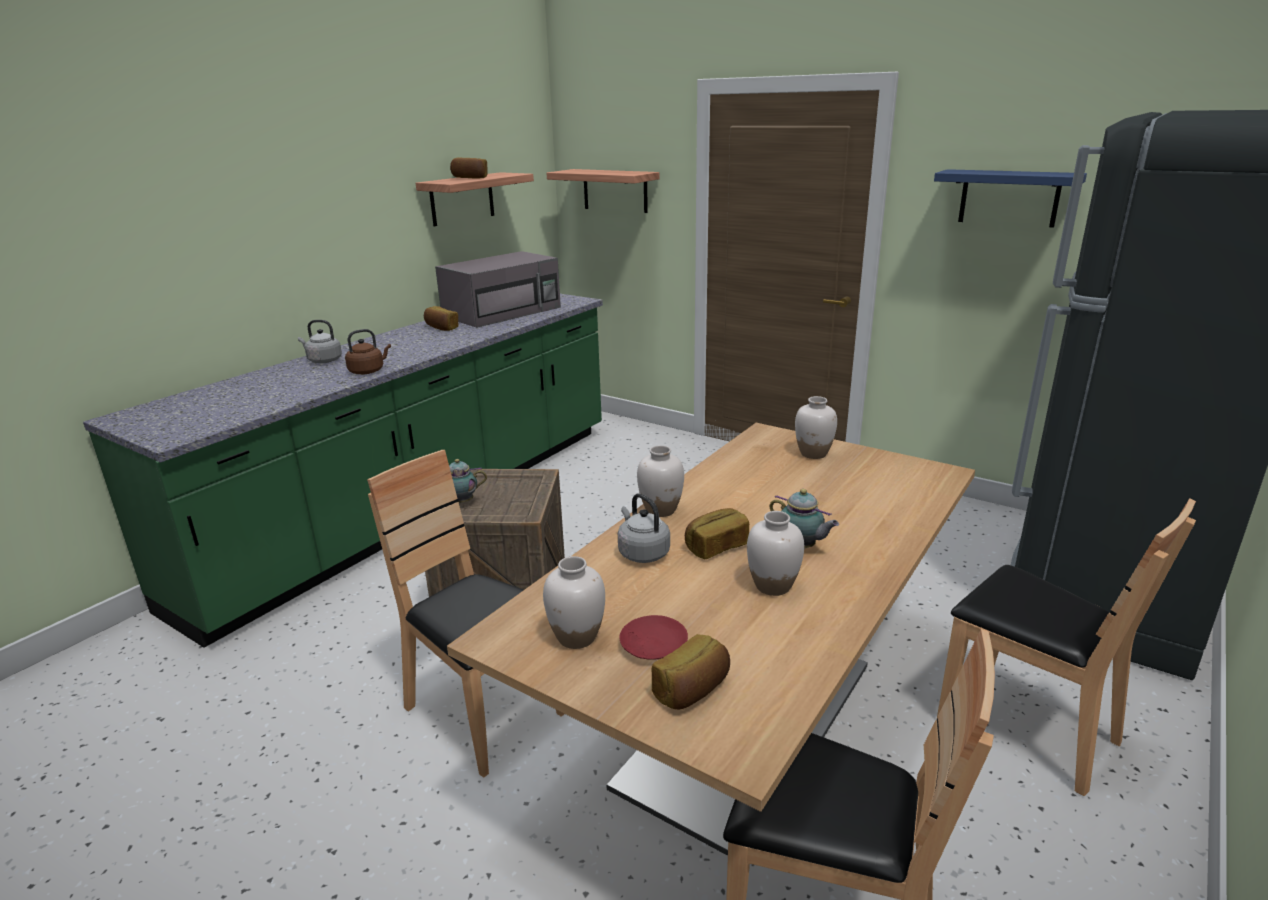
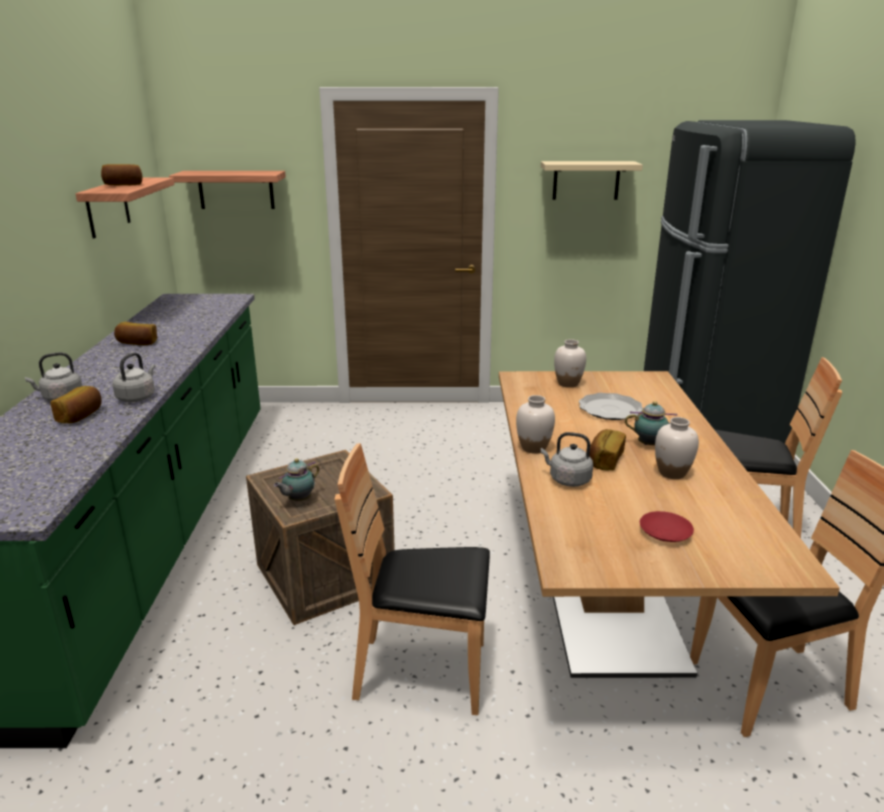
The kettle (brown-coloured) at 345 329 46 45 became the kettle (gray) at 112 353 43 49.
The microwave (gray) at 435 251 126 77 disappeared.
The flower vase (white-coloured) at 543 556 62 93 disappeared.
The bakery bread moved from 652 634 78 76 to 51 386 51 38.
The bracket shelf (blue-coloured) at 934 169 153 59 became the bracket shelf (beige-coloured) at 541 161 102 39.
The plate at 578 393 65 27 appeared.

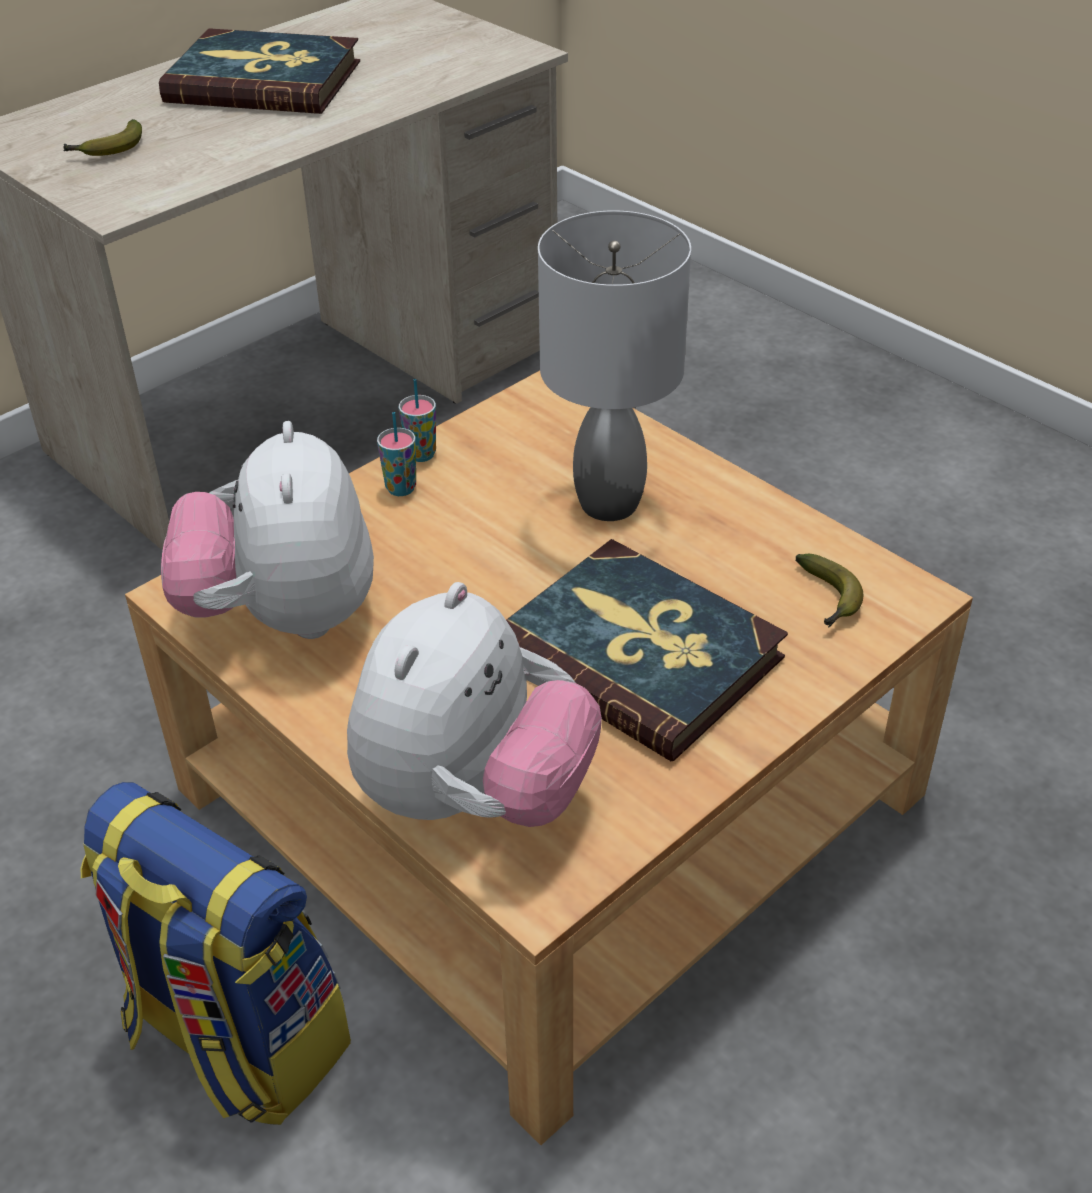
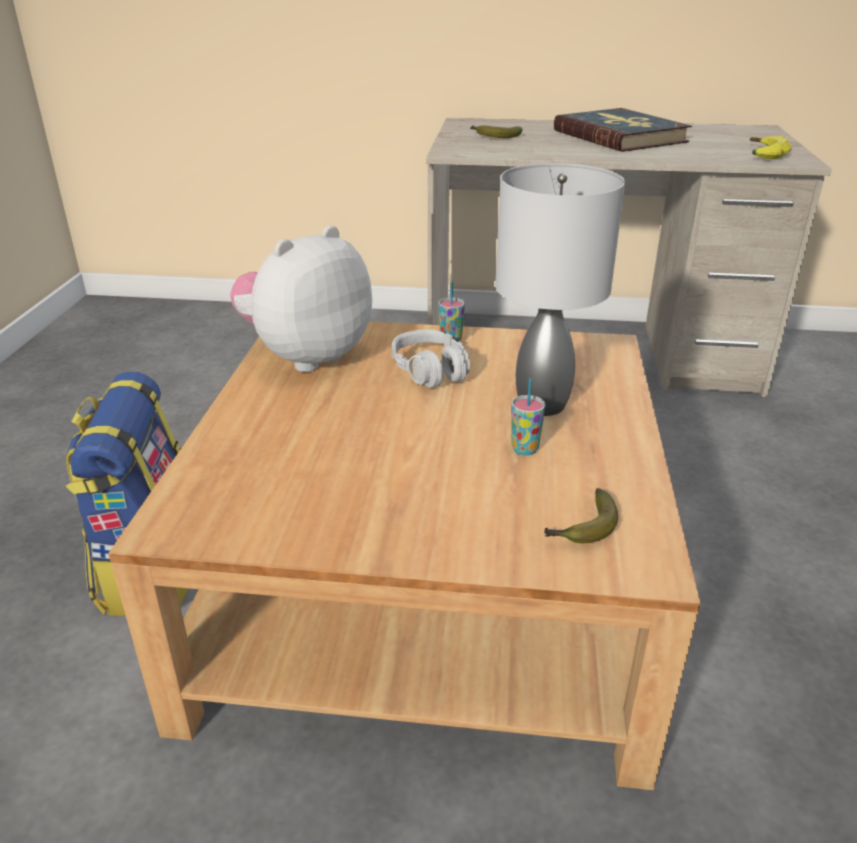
The cuddly toy at 347 582 255 245 disappeared.
The drinking cup moved from 399 379 37 83 to 511 379 35 77.
The book at 506 539 282 222 disappeared.
The pair of headphones (gray) at 392 329 78 59 appeared.
The banana fruit at 750 136 42 23 appeared.

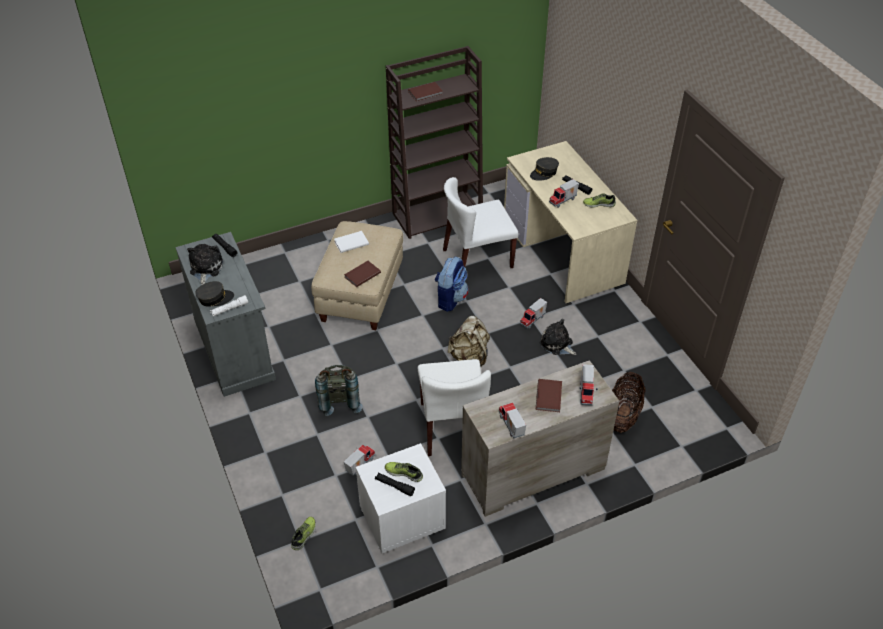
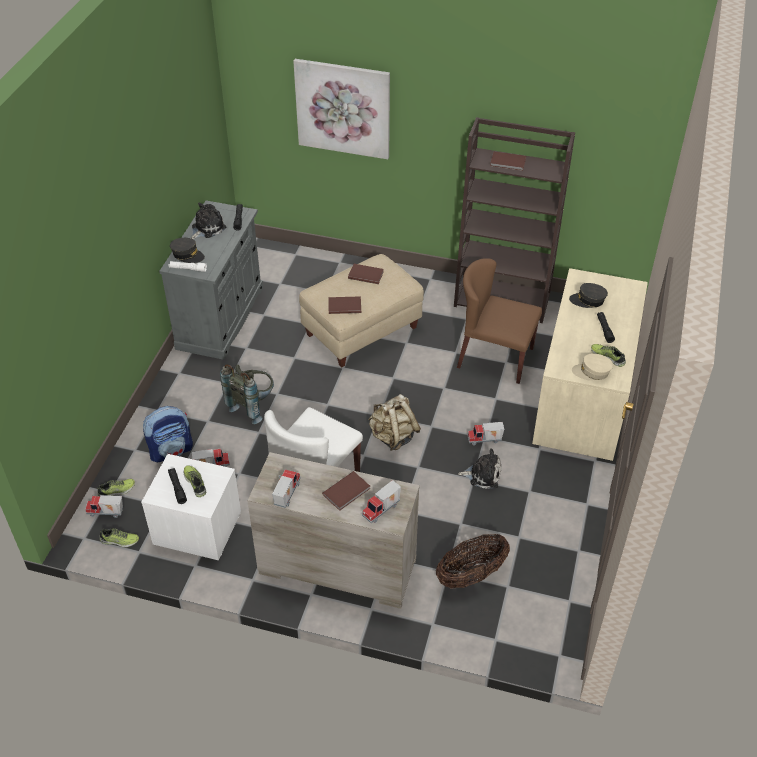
The book (white-coloured) at 334 231 35 22 became the book (brown-coloured) at 348 264 36 20.
The rucksack moved from 435 256 34 56 to 143 406 50 56.
The plain chair (white-coloured) at 443 177 76 91 became the plain chair (brown-coloured) at 457 258 85 126.
The cuddly toy at 540 319 36 36 turned 105 degrees clockwise.
The toy lorry moved from 549 179 30 29 to 85 495 38 23.
The item of footwear at 99 528 40 19 appeared.
The picture at 293 59 97 100 appeared.
The peaked cap (beige-coloured) at 572 353 41 28 appeared.

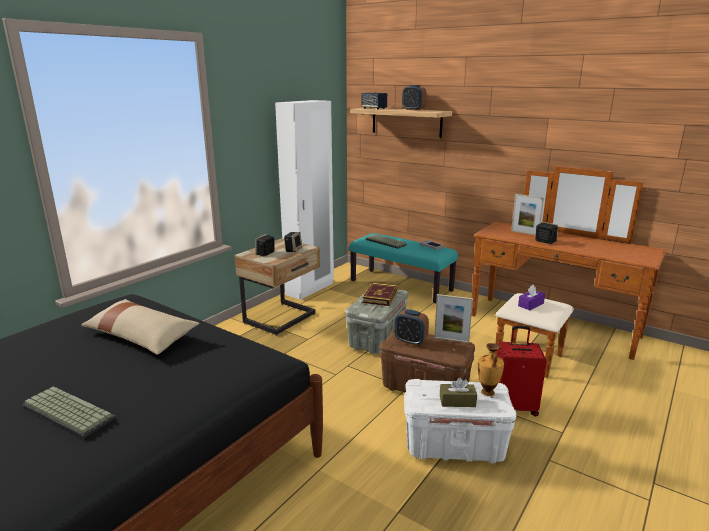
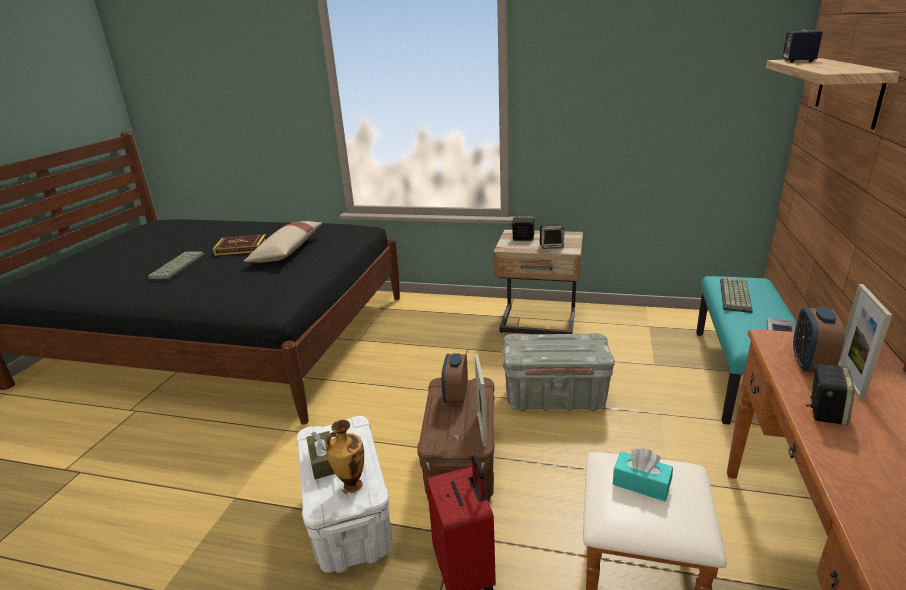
The clothes cupboard (white-coloured) at 275 100 59 200 disappeared.
The book moved from 363 283 35 23 to 213 234 53 22.
The alarm clock moved from 402 85 25 25 to 793 307 52 66.
The box of tissues (purple-coloured) at 518 285 27 25 became the box of tissues (turquoise-coloured) at 613 448 60 53.

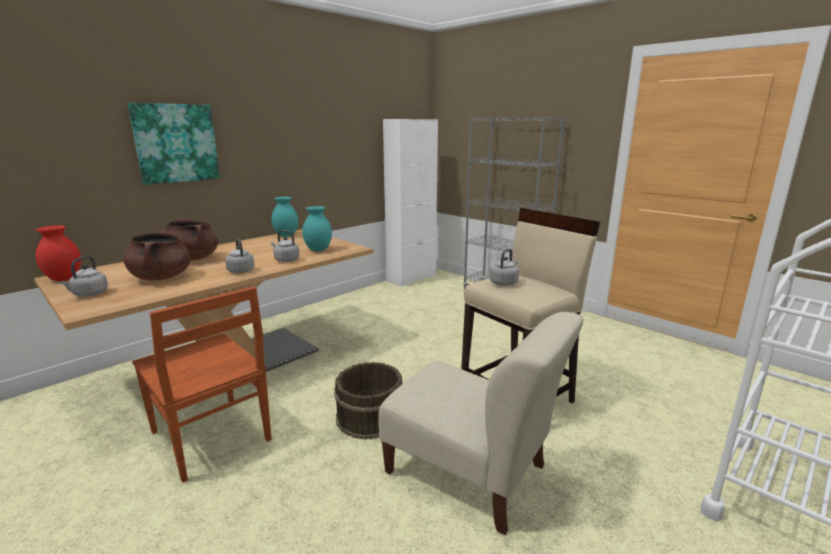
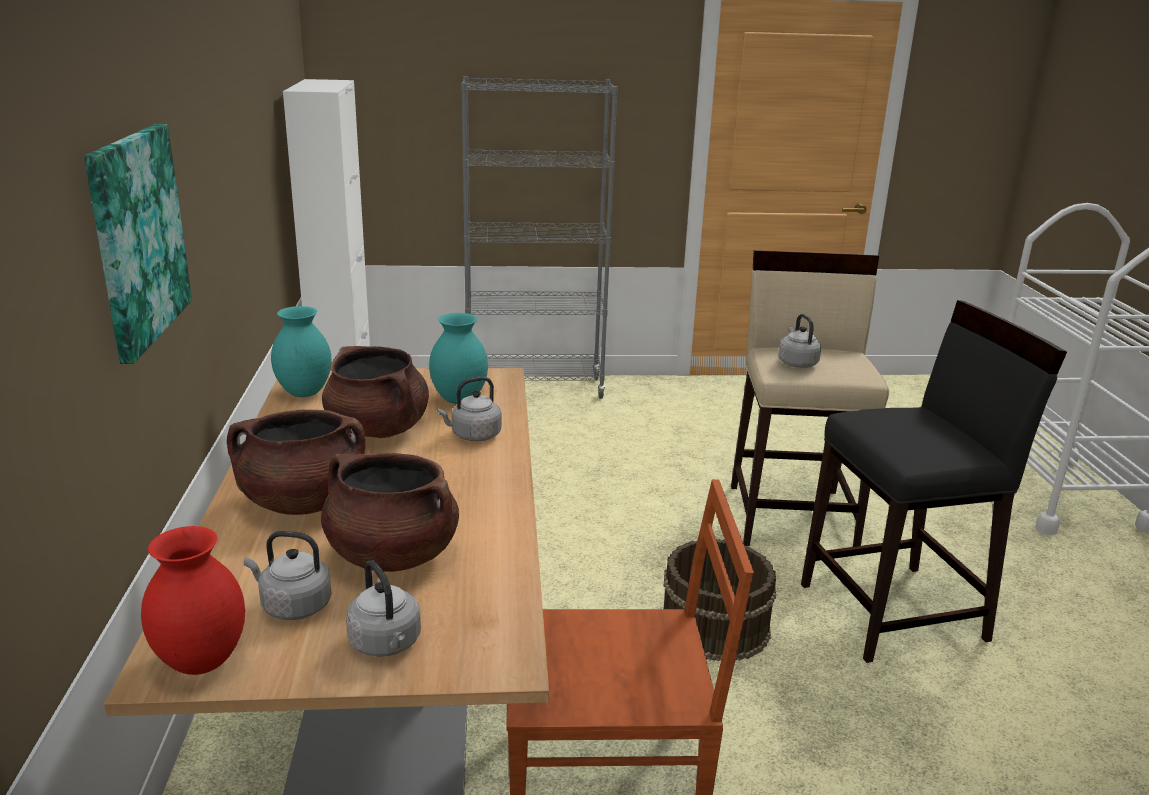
The kettle (gray) moved from 225 238 29 35 to 244 531 88 89.
The plain chair (beige-coloured) at 378 312 206 223 was replaced by the sitting stool (black) at 801 300 266 363.
The saucepot (brown-coloured) at 322 346 107 92 appeared.

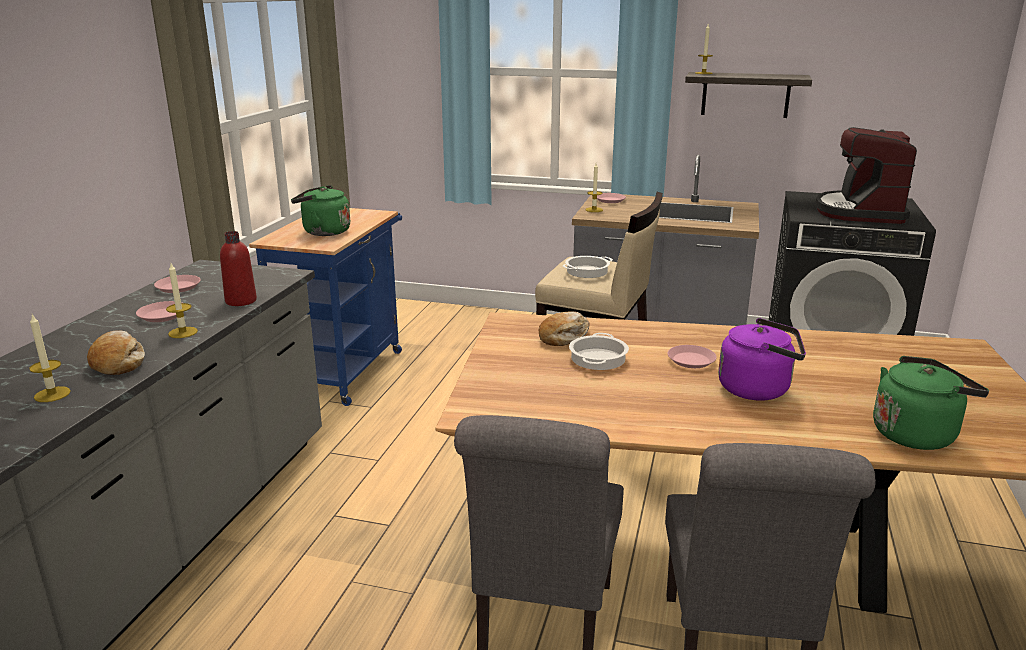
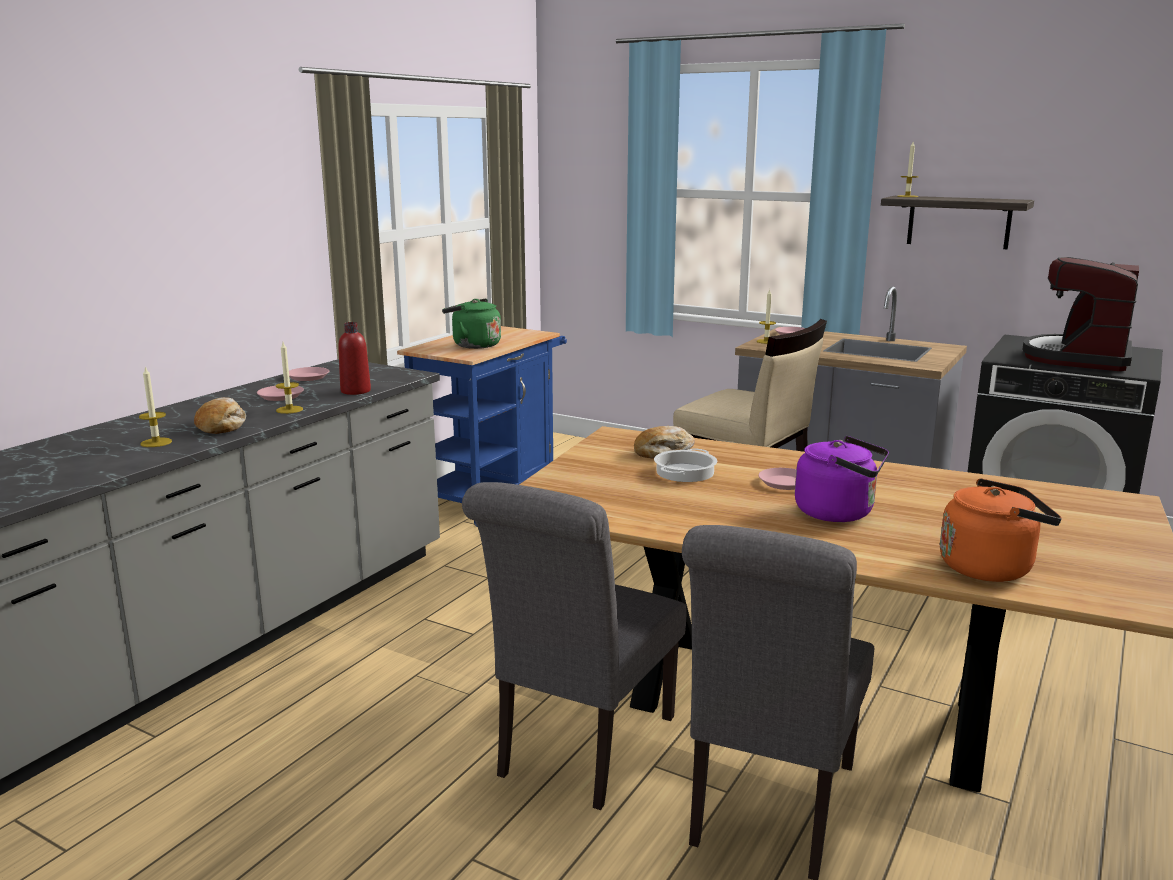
The saucepot at 563 256 50 22 disappeared.
The kettle (green-coloured) at 873 356 116 94 became the kettle (orange-coloured) at 940 478 122 104.

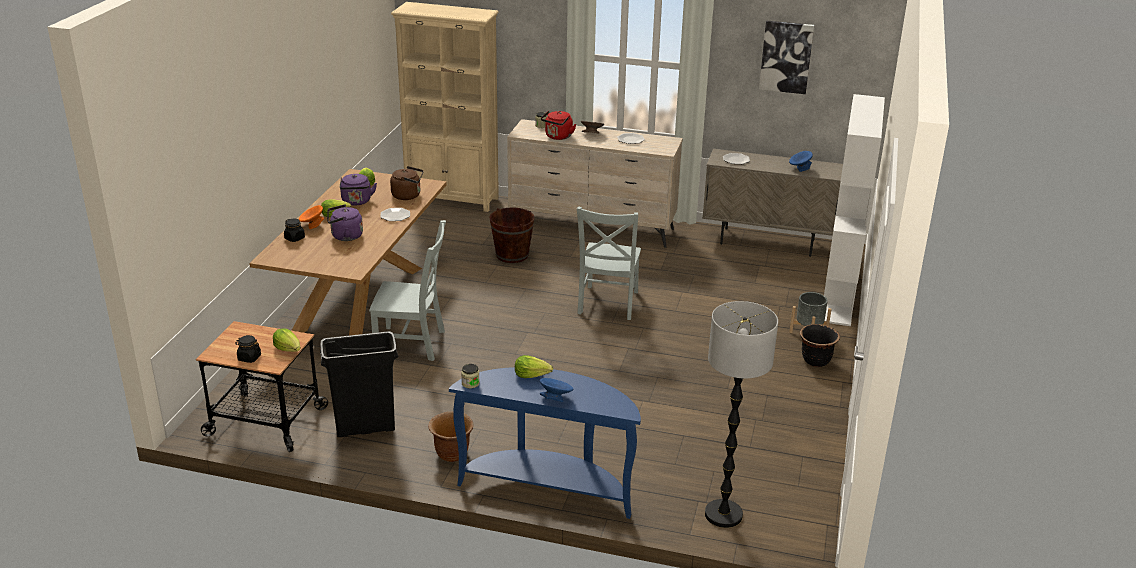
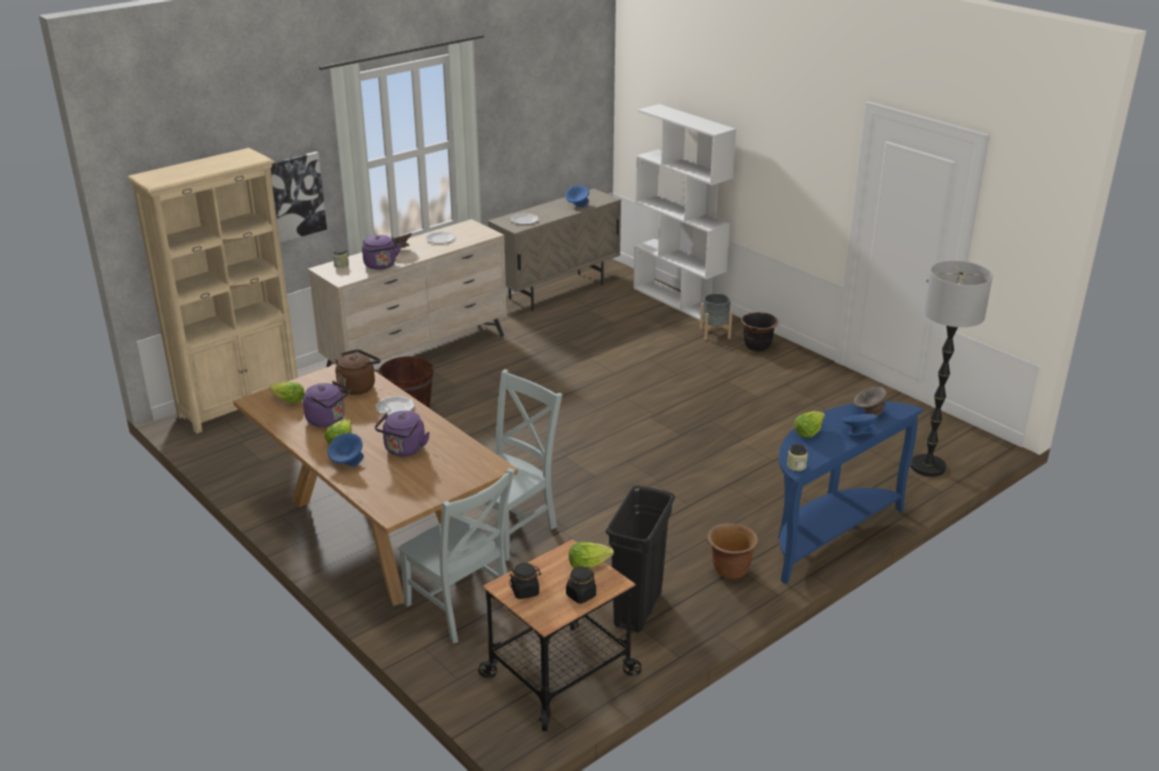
The preserve jar (black) moved from 284 219 21 23 to 509 563 32 36.
The bowl (orange-coloured) at 299 205 25 24 became the bowl (blue-coloured) at 328 433 36 34.
The kettle (red-coloured) at 541 111 35 29 became the kettle (purple-coloured) at 362 235 39 35.
The plain chair (gray) moved from 577 207 64 113 to 397 468 118 175.
The picture moved from 759 21 55 73 to 271 152 56 91.
The bowl (gray) at 854 386 33 29 appeared.

